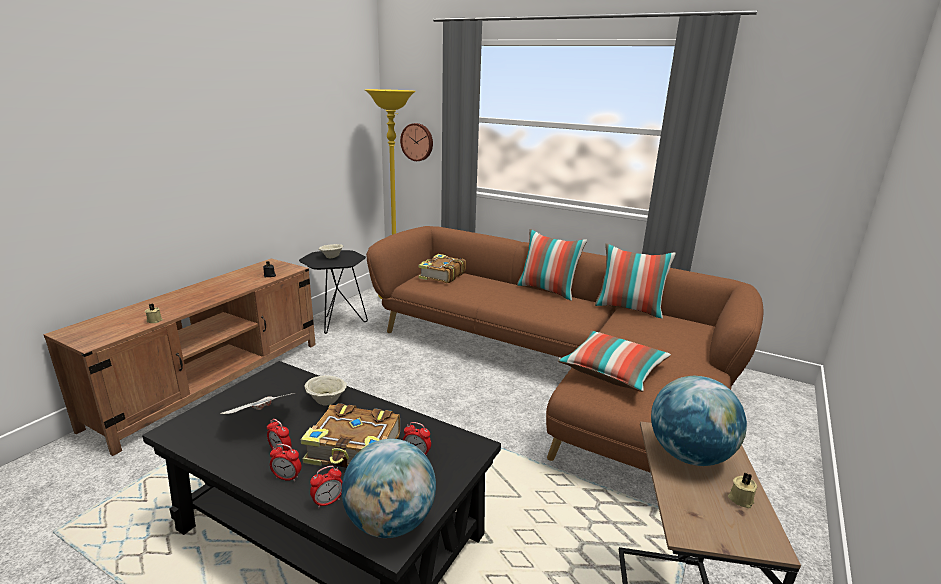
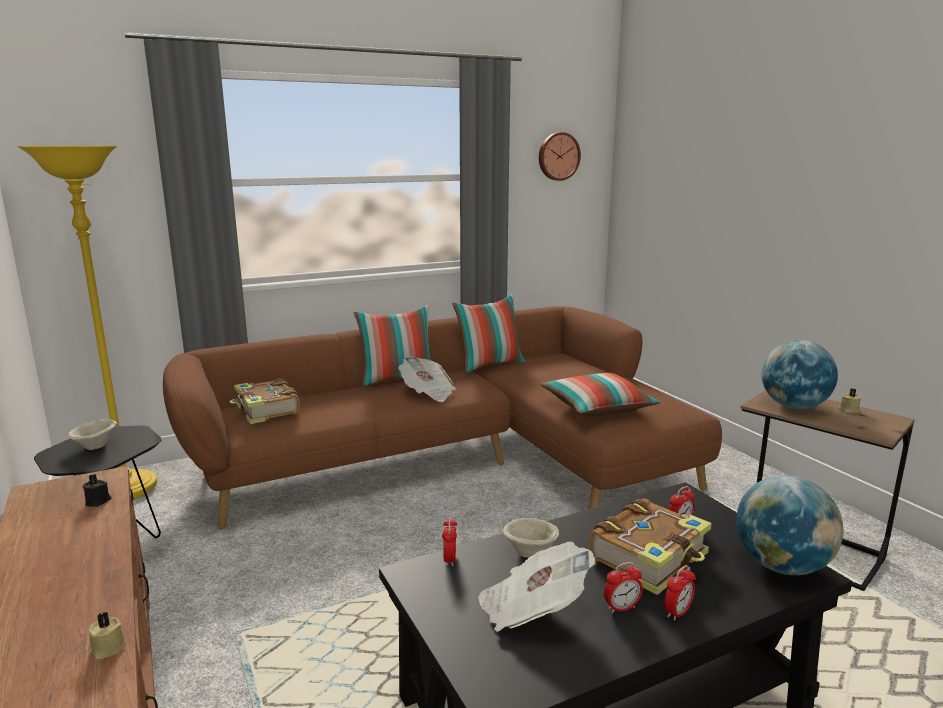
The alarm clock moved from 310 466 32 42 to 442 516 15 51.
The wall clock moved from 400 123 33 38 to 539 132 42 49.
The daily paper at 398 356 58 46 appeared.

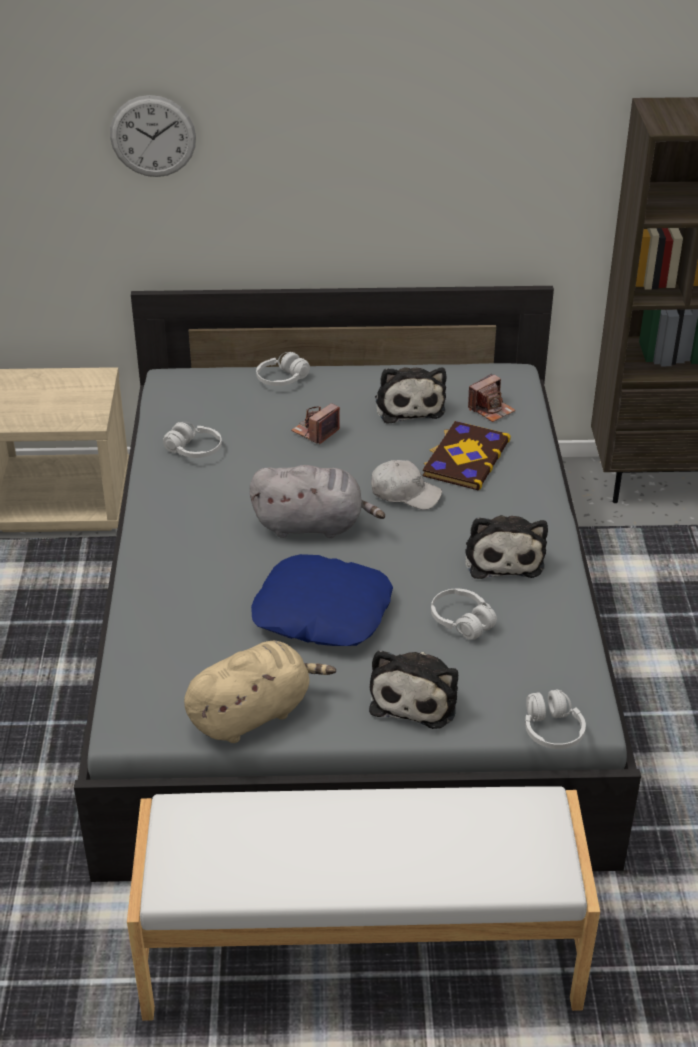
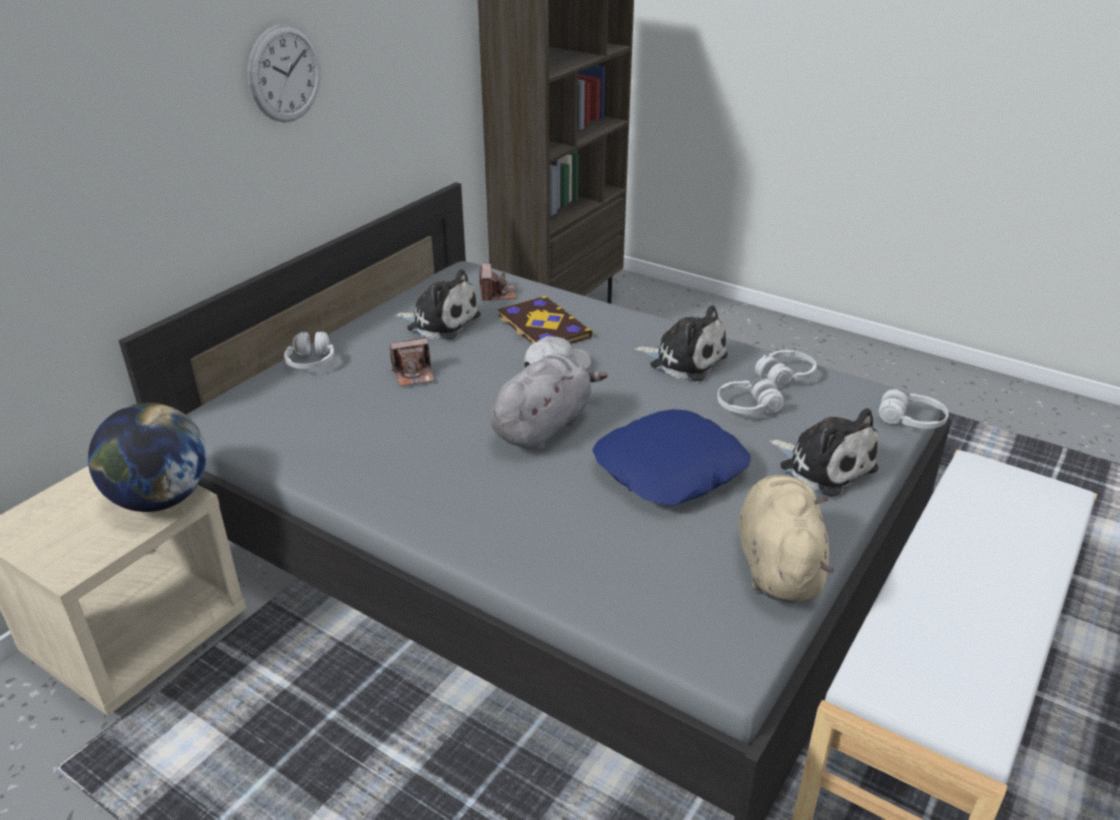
The wall clock moved from 110 95 86 82 to 248 24 73 98.
The pair of headphones (white-coloured) moved from 163 422 59 36 to 755 350 62 37.
The still camera at 291 403 49 42 turned 90 degrees counterclockwise.
The world globe at 88 403 119 109 appeared.

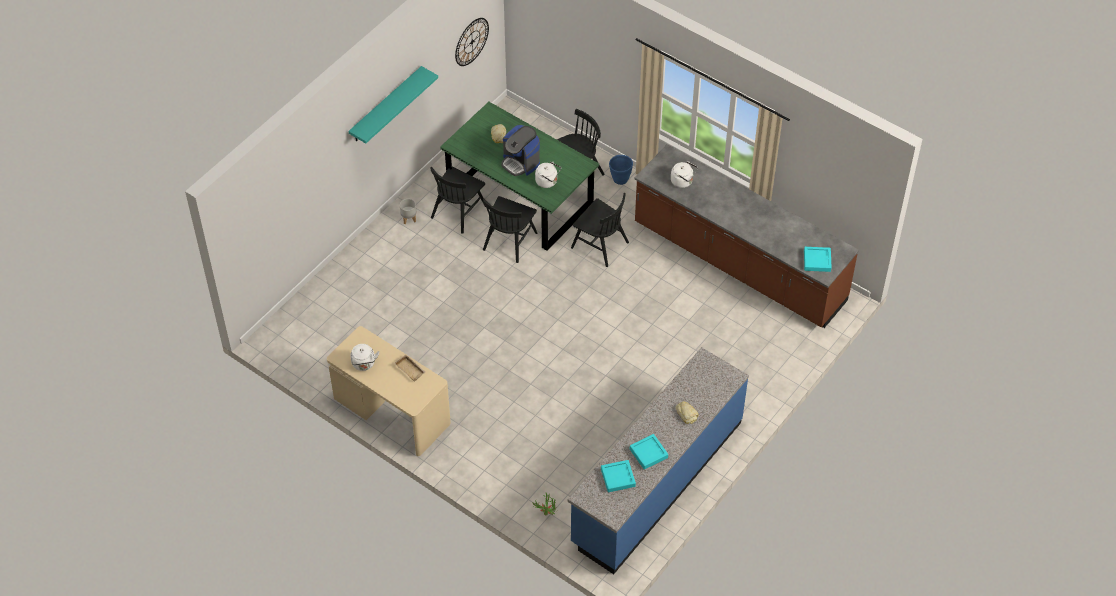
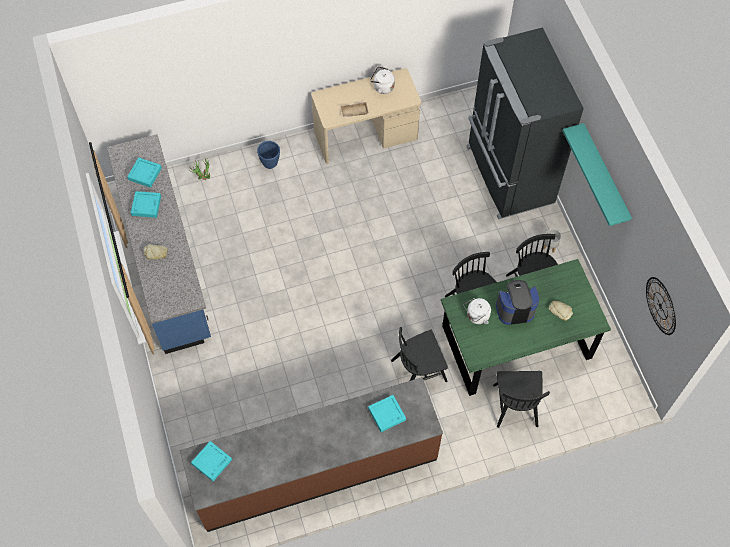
The planter (blue-coloured) moved from 609 155 24 30 to 257 141 23 28.
The kettle (white-coloured) at 671 161 27 27 was replaced by the tray (turquoise-coloured) at 368 395 38 37.
The refrigerator (black) at 466 27 118 192 appeared.

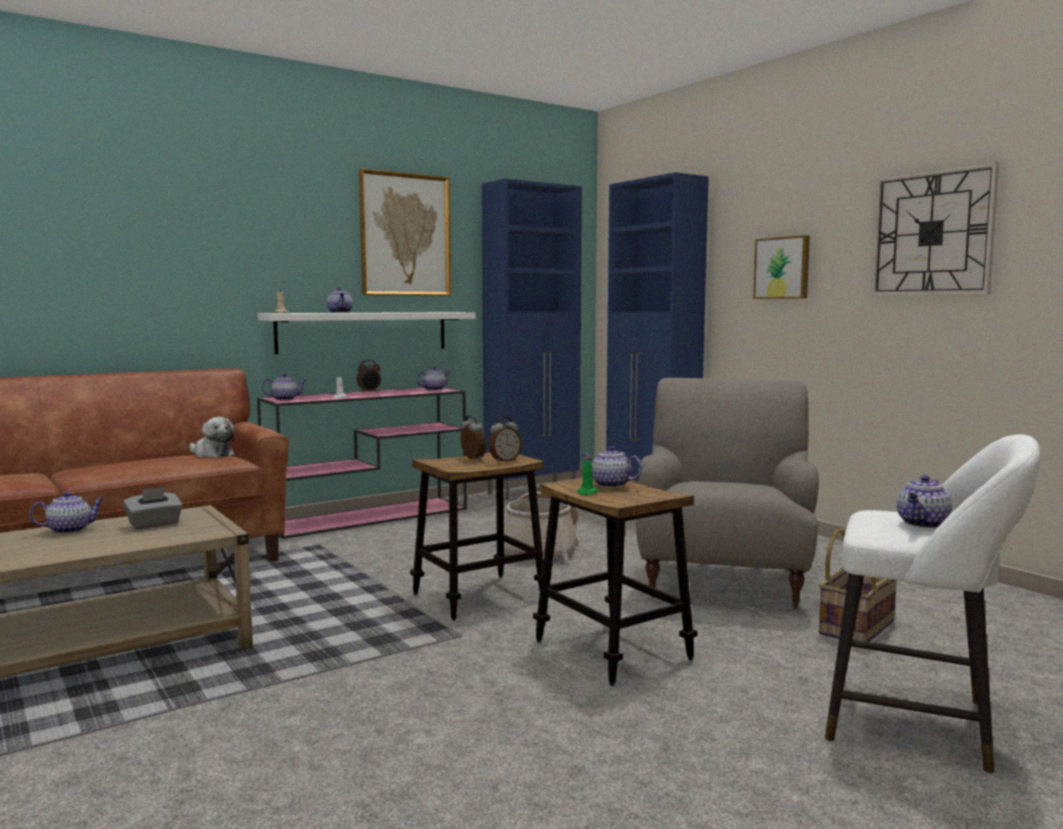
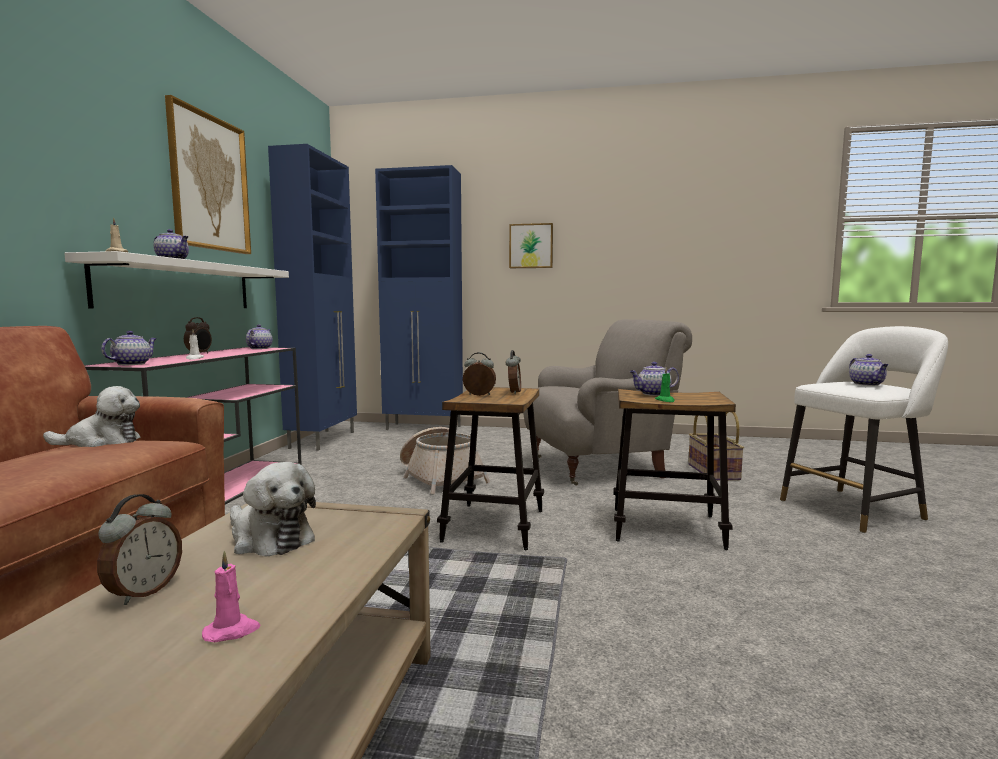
The tea pot at 29 492 76 42 was replaced by the alarm clock at 97 494 85 111.
The box of tissues (gray) at 123 487 60 42 was replaced by the cuddly toy at 230 462 86 94.
The easy chair (gray) at 636 378 183 231 turned 105 degrees clockwise.
The wall clock at 871 162 128 134 disappeared.
The candle (pinkish) at 202 551 59 91 appeared.

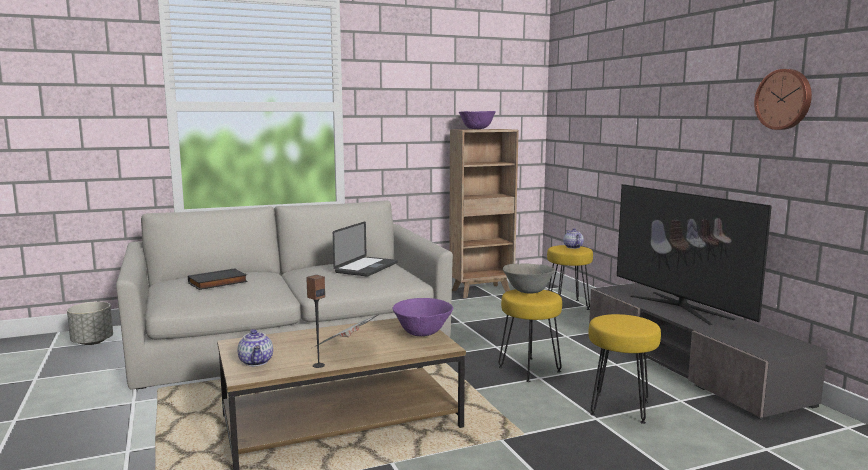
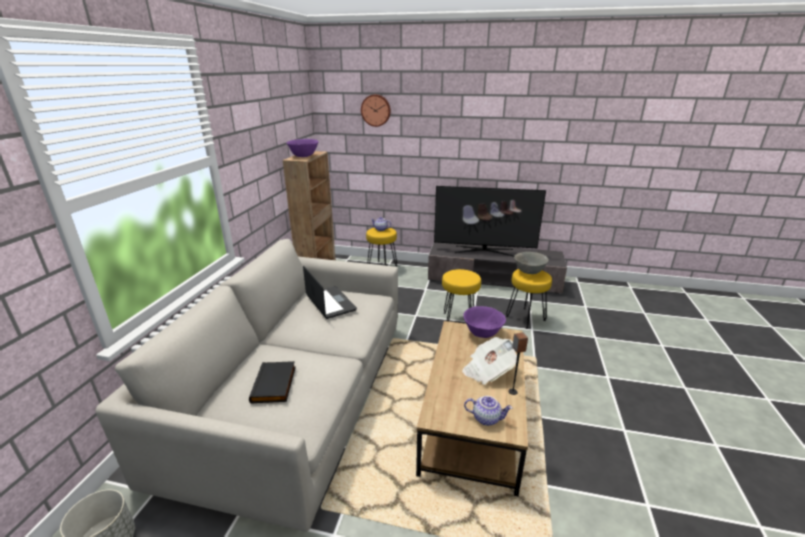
The bowl (gray) moved from 503 264 52 30 to 514 252 35 22.
The wall clock moved from 754 69 58 61 to 361 94 30 33.

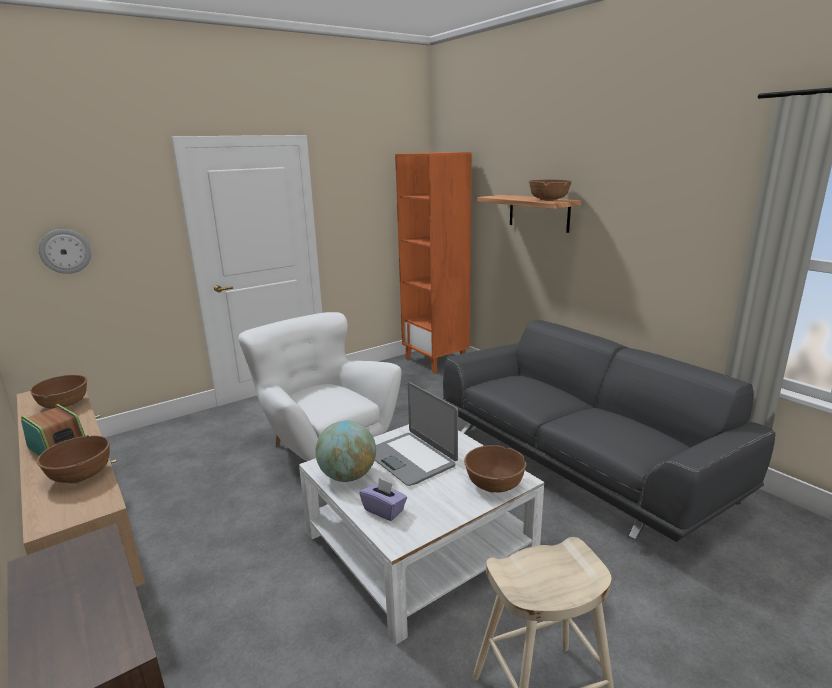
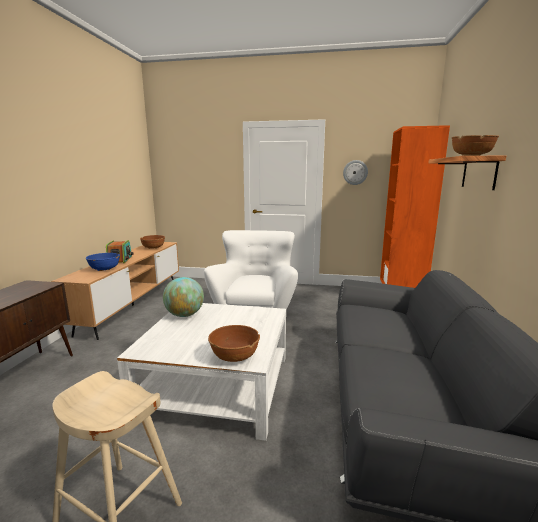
The bowl (brown-coloured) at 37 435 73 49 became the bowl (blue-coloured) at 86 253 34 18.
The wall clock moved from 39 229 53 45 to 343 160 25 25.
The box of tissues (purple-coloured) at 359 478 48 43 disappeared.
The laptop at 375 382 83 104 disappeared.

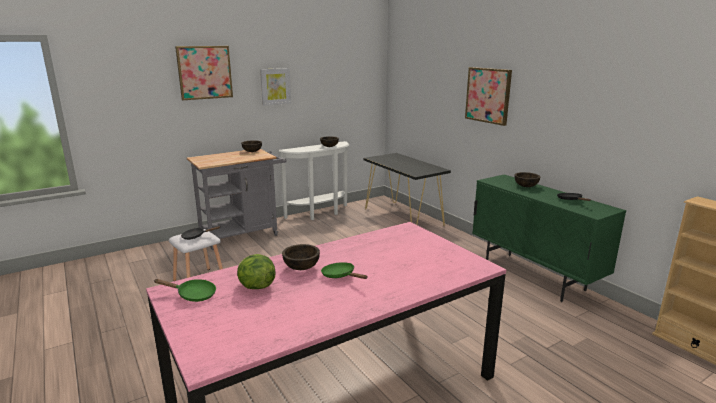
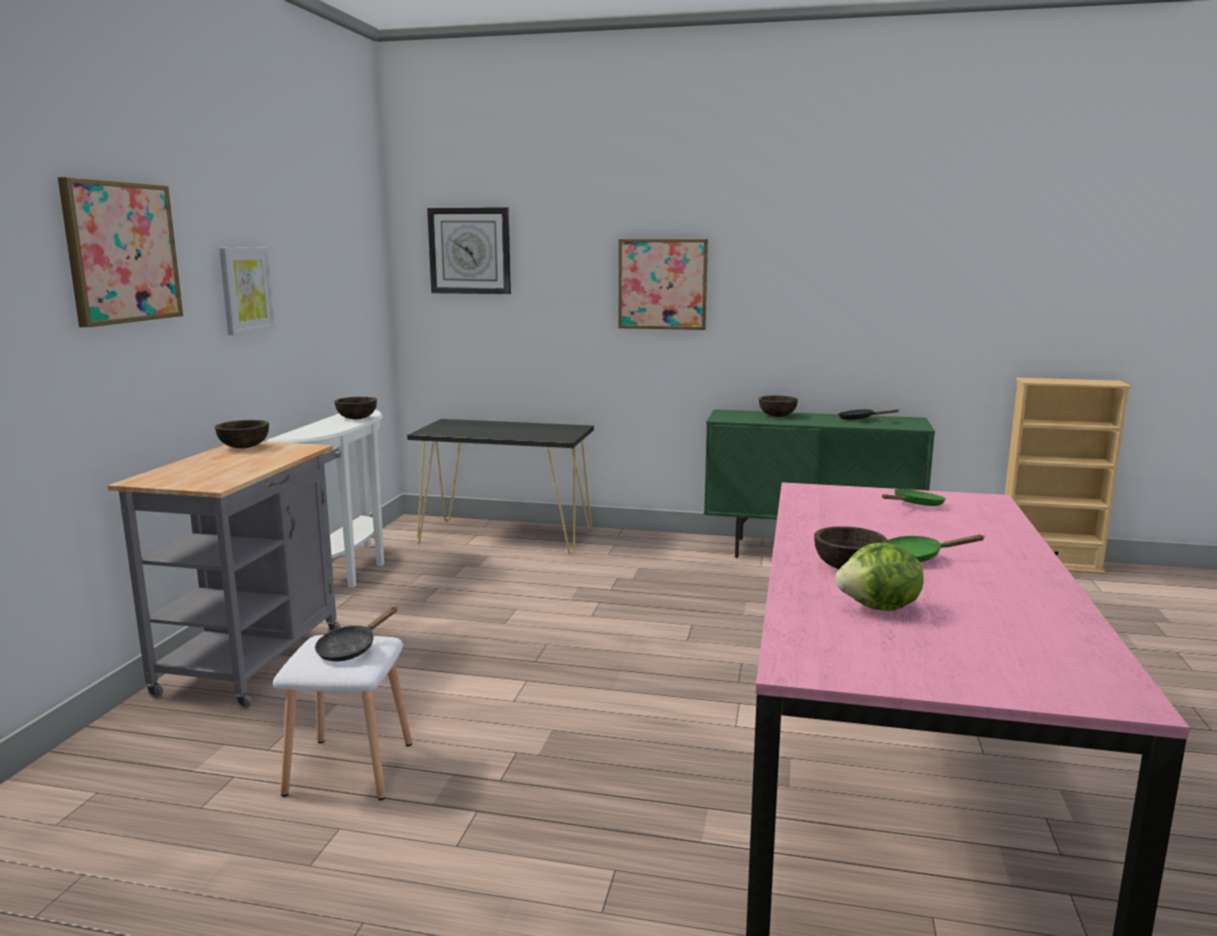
The skillet (green-coloured) moved from 154 279 62 23 to 882 489 64 17.
The wall clock at 427 207 84 87 appeared.

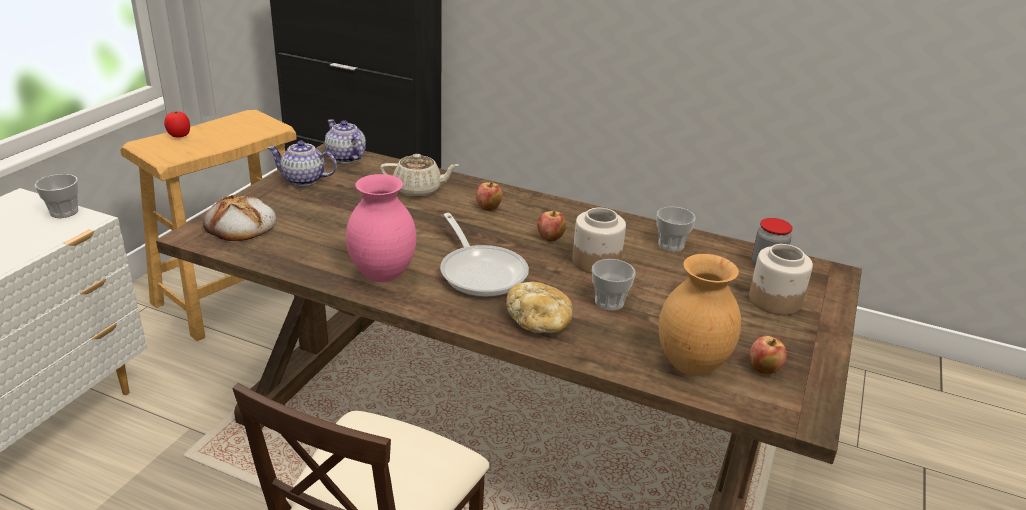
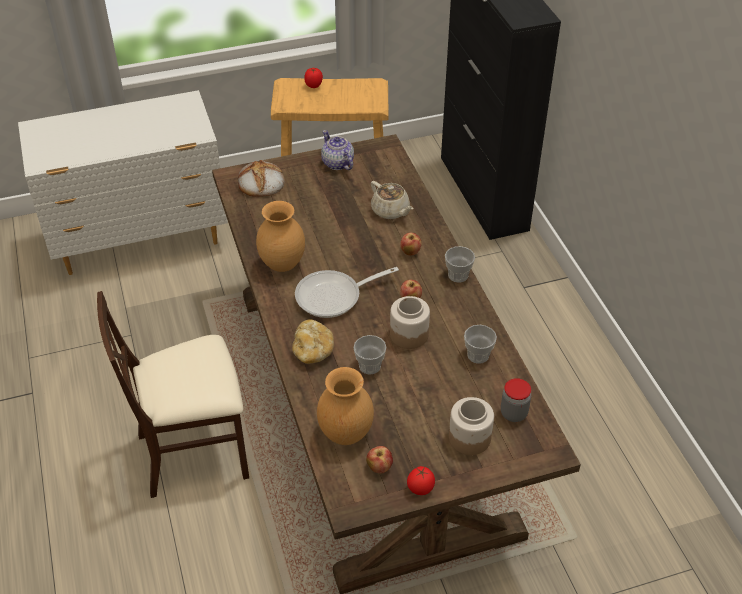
The drinking cup moved from 35 174 44 44 to 445 246 30 36.
The tea pot at 325 120 41 43 disappeared.
The flower vase (pinkish) at 346 174 71 108 became the flower vase (brown-coloured) at 256 201 49 71.
The skillet at 440 213 89 84 turned 45 degrees clockwise.
The whole tomato at 407 466 28 29 appeared.

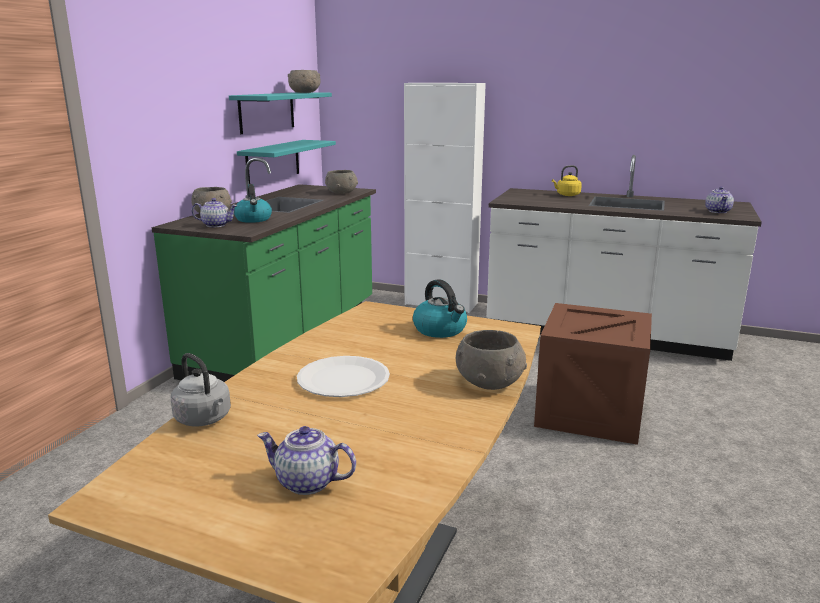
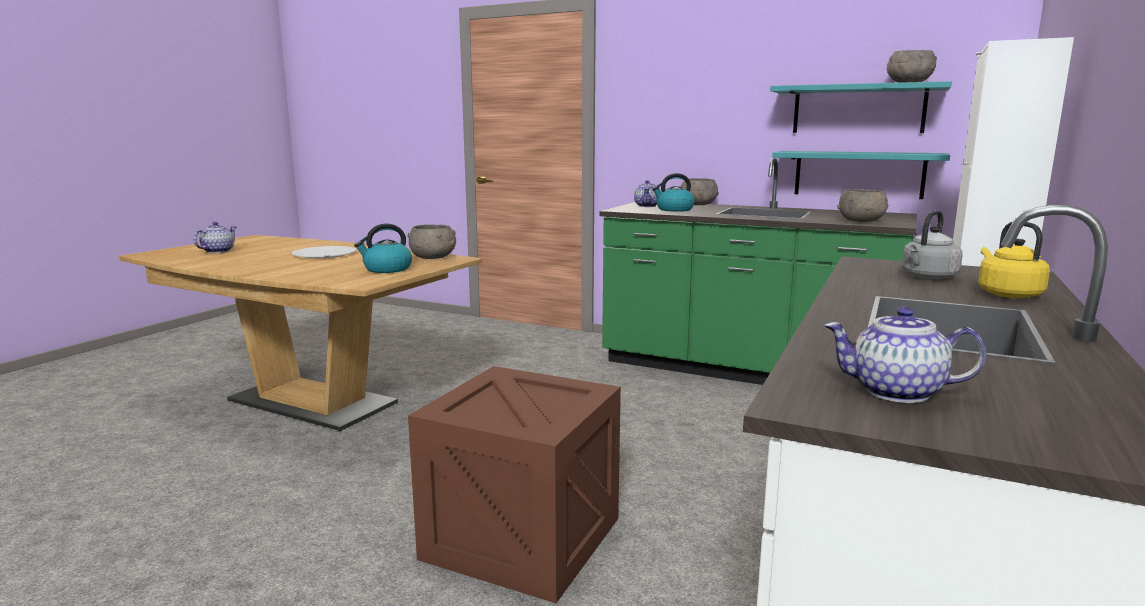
The kettle (gray) moved from 171 353 60 74 to 902 211 61 68.
The bowl (gray) moved from 456 330 71 60 to 408 224 48 35.

